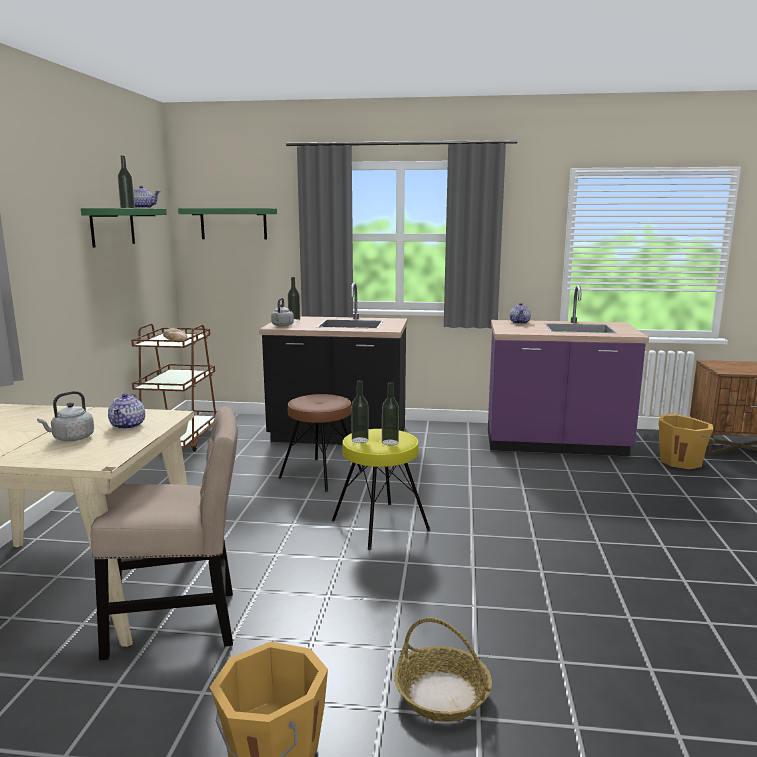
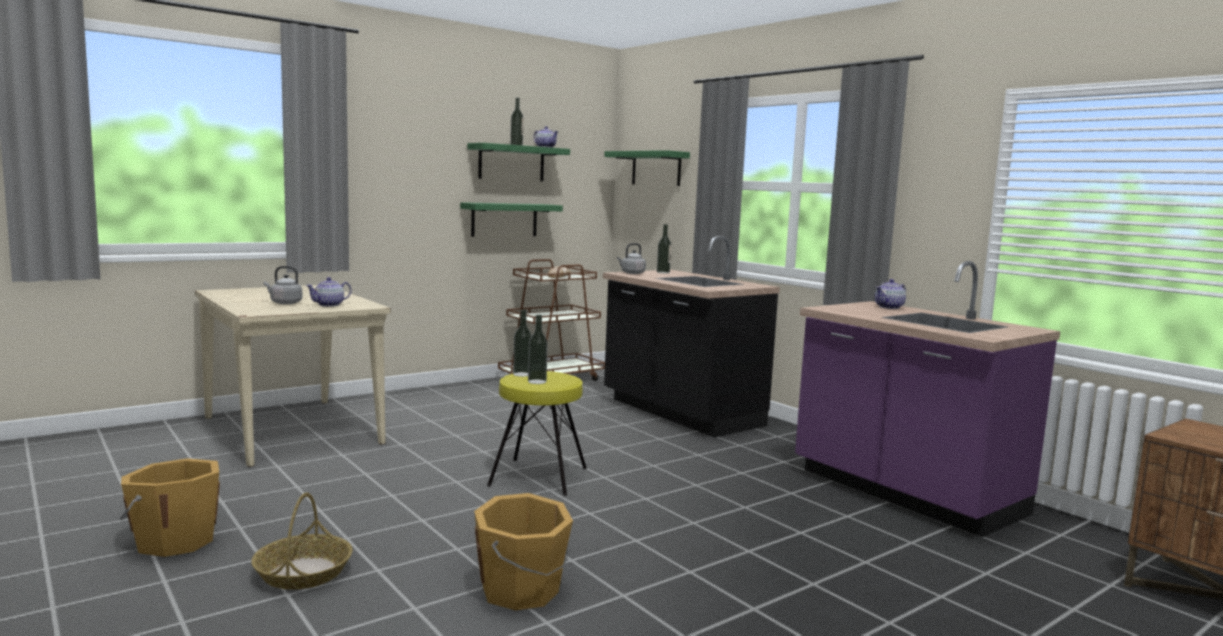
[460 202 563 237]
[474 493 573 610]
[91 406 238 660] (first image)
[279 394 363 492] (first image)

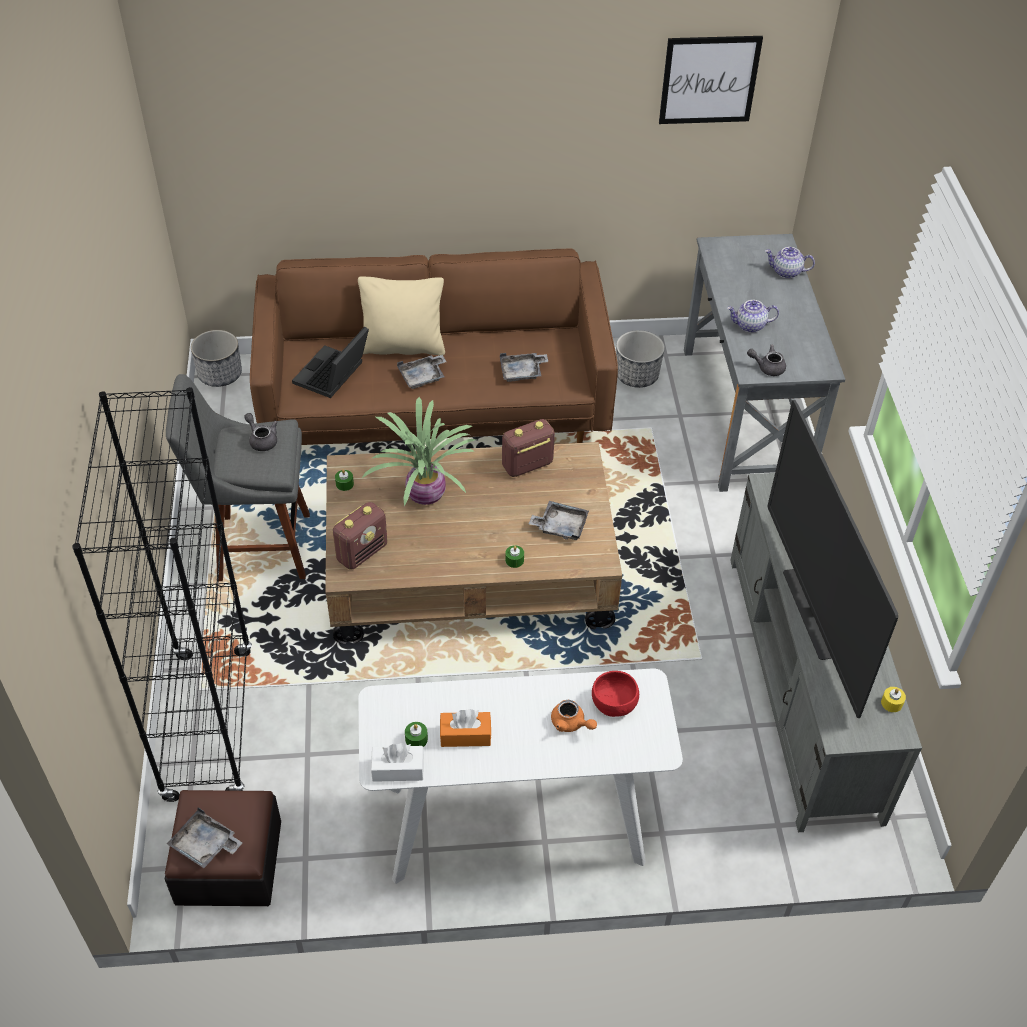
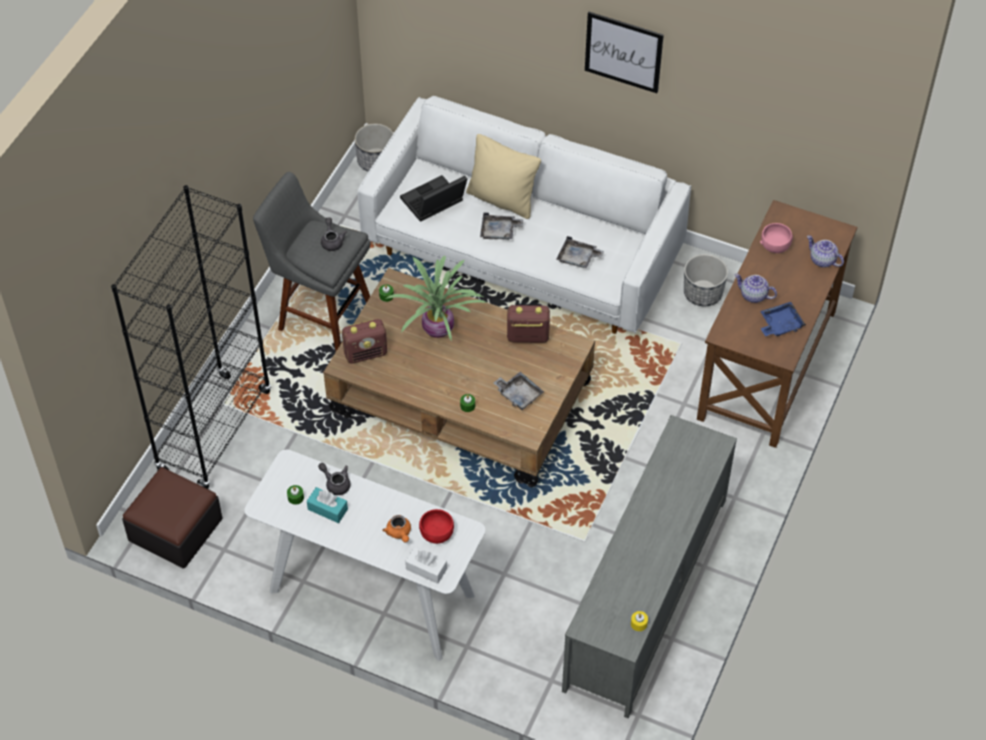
[307 487 348 523]
[318 463 351 495]
[358 96 691 334]
[405 547 447 584]
[585 12 664 93]
[697 200 857 448]
[760 223 793 253]
[760 302 806 336]
[167 808 242 868] (first image)
[767 400 898 718] (first image)

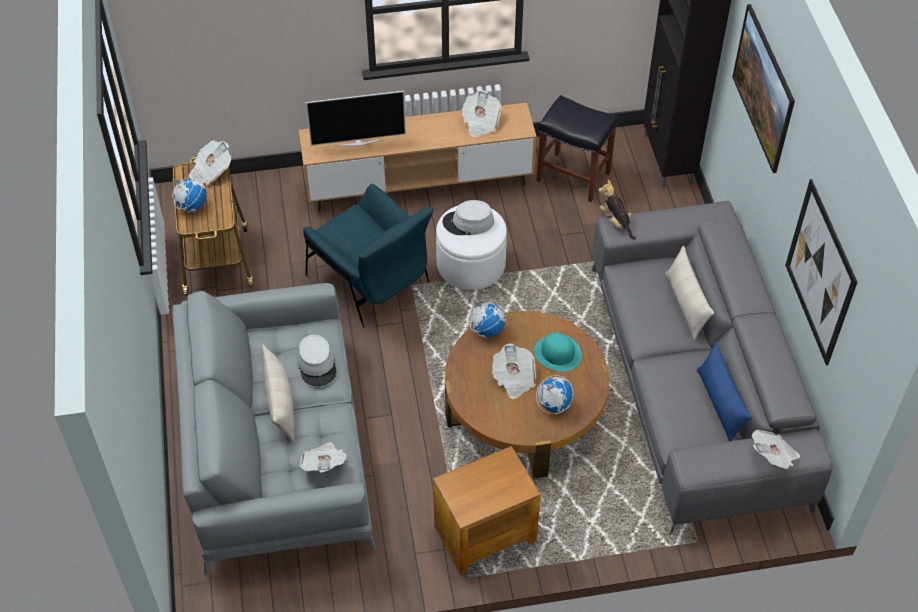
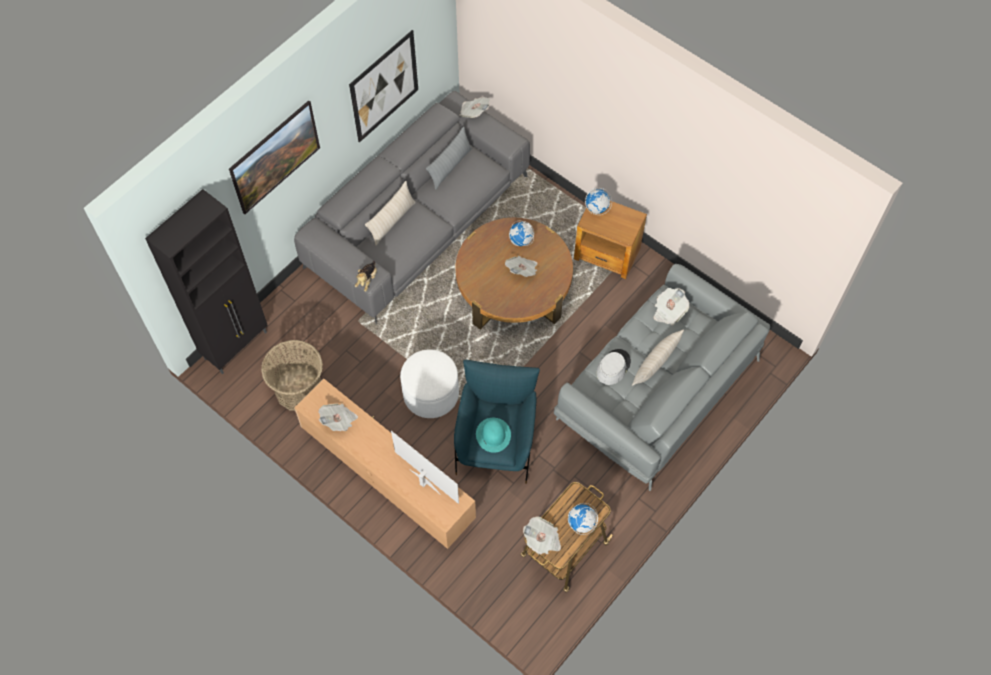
[261 340 323 411]
[426 126 472 190]
[476 418 511 453]
[585 188 612 215]
[442 200 494 235] (first image)

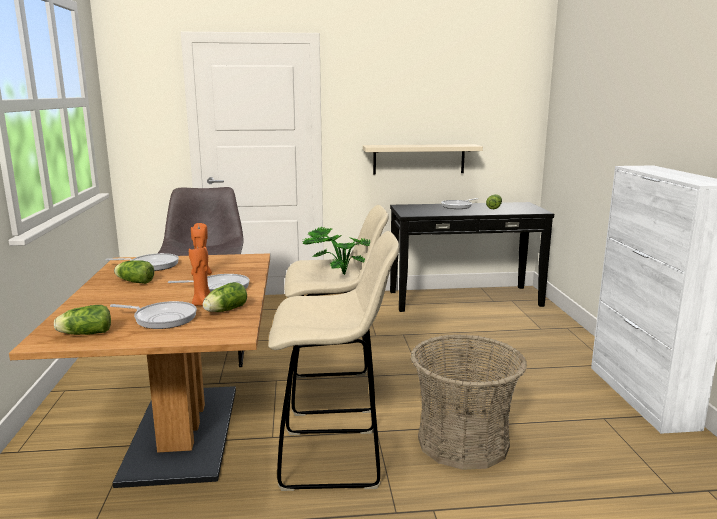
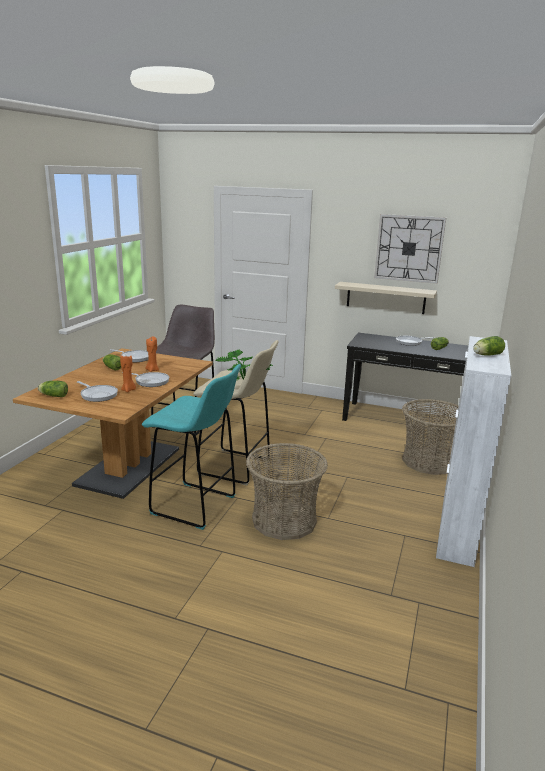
[142 364 241 530]
[374 214 446 284]
[402 399 459 475]
[473 336 505 356]

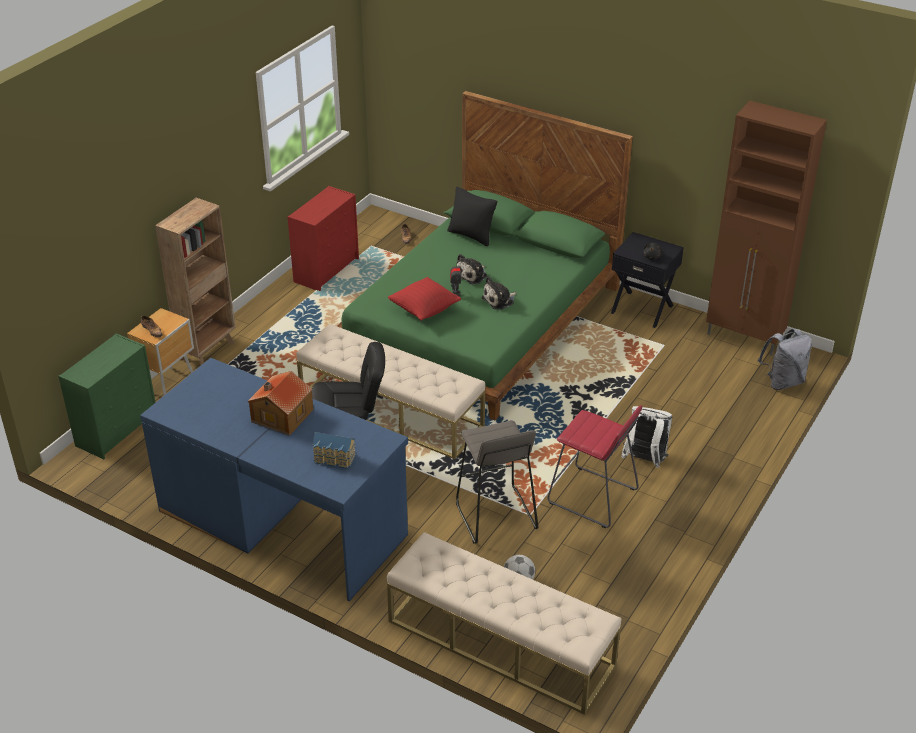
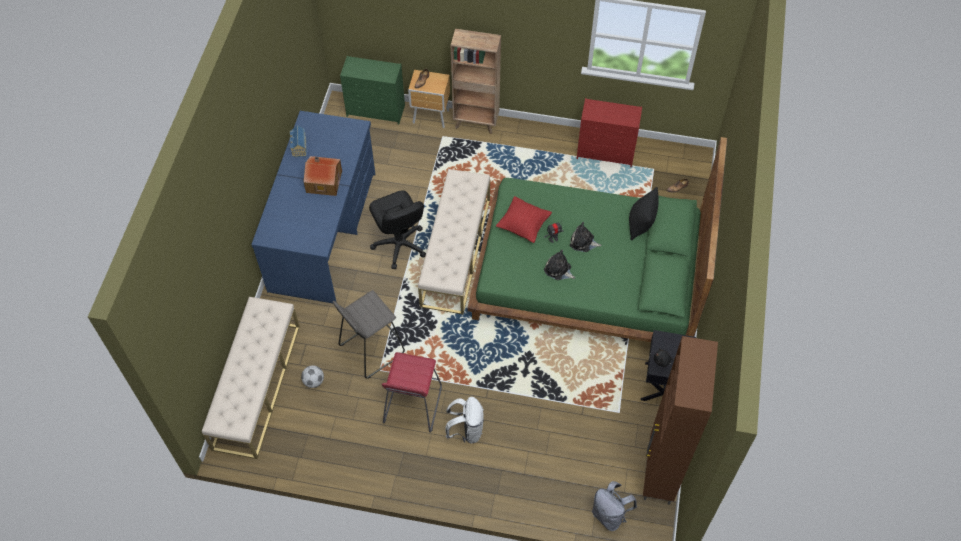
[290 125 307 157]

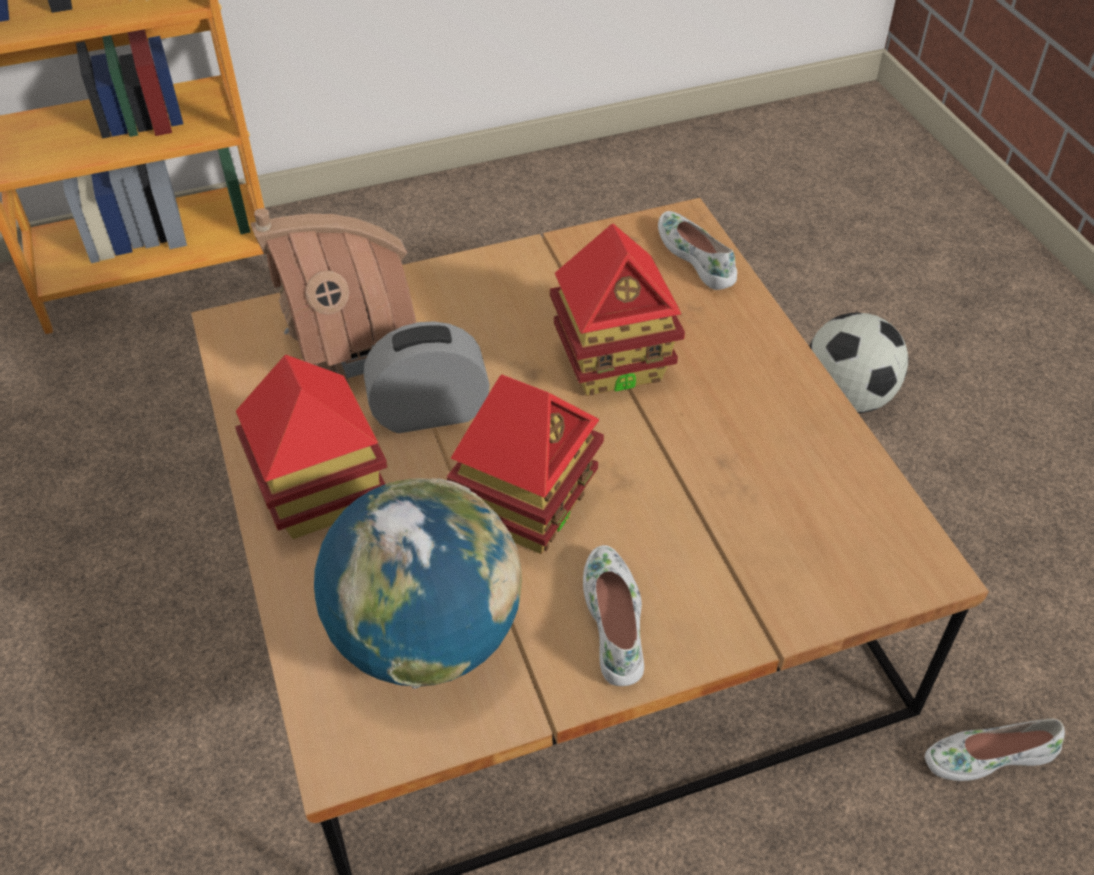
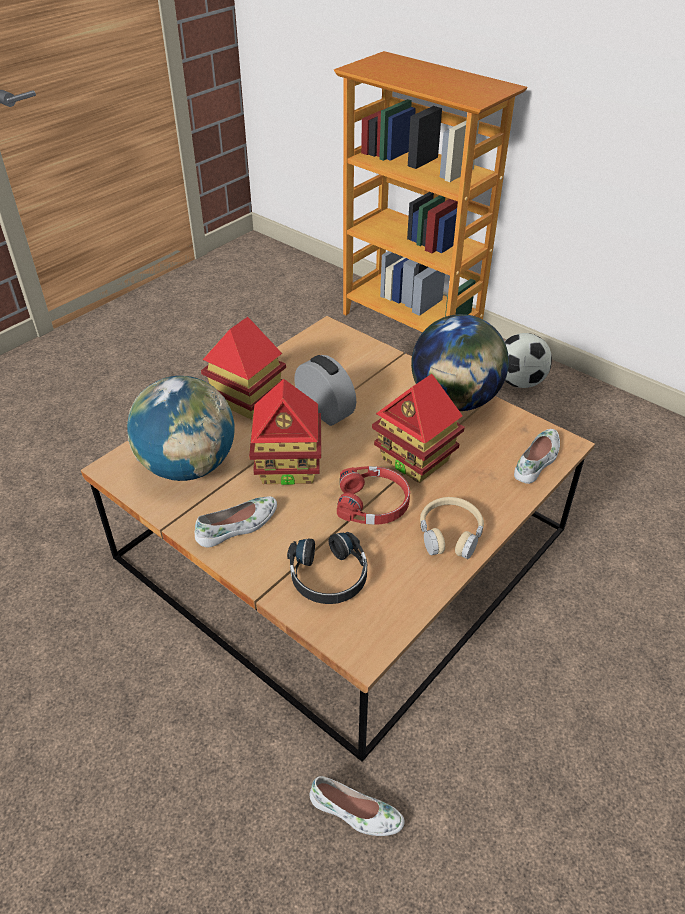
[287 532 367 604]
[310 776 405 836]
[337 466 410 525]
[411 314 509 411]
[420 497 484 559]
[504 333 552 388]
[250 208 416 383] (first image)

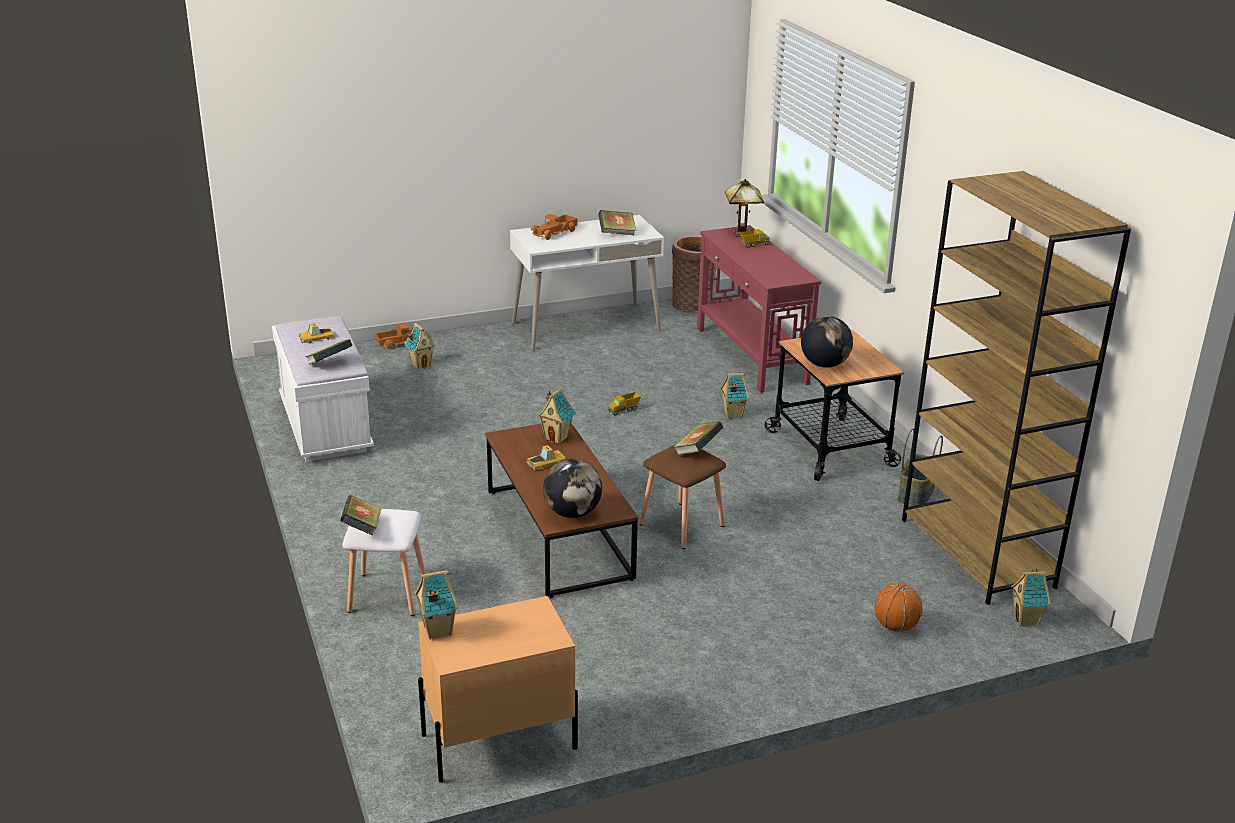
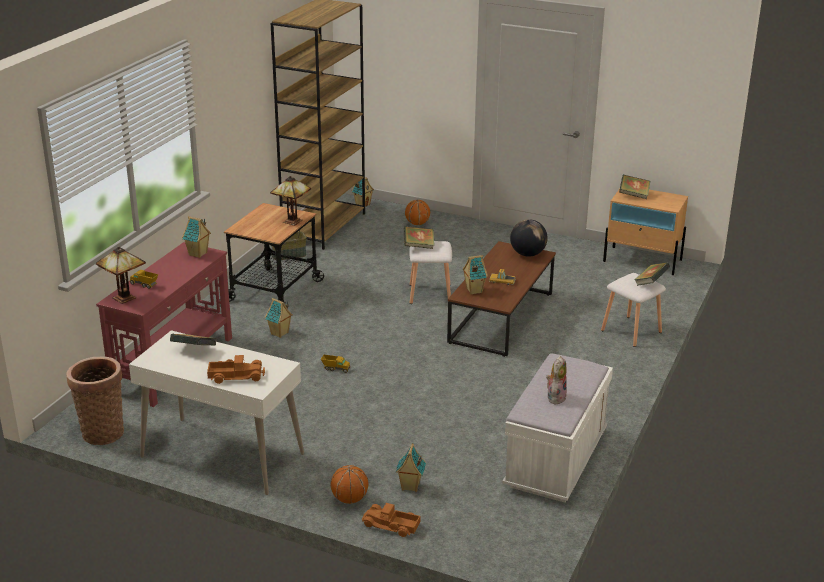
[182 216 211 258]
[270 176 311 226]
[331 465 368 504]
[409 241 452 304]
[546 356 567 404]
[619 175 650 199]

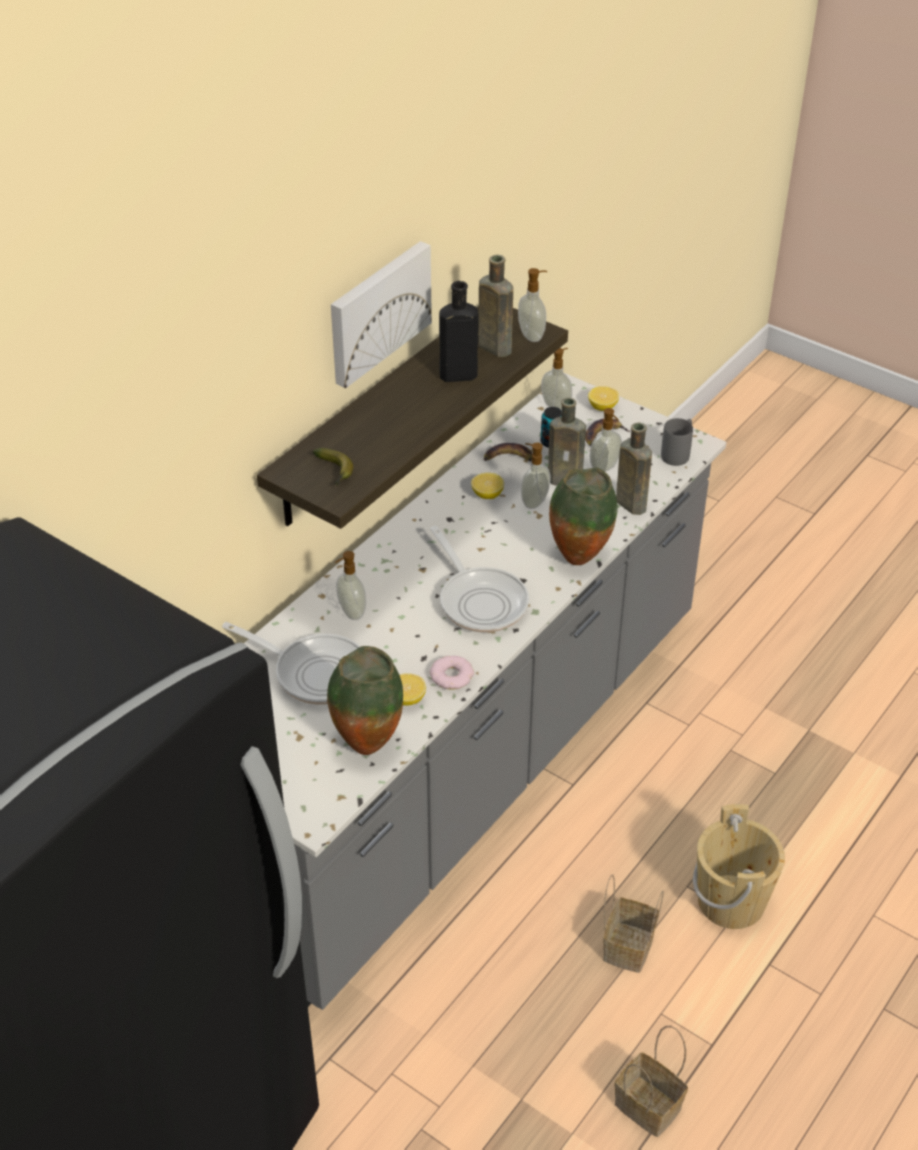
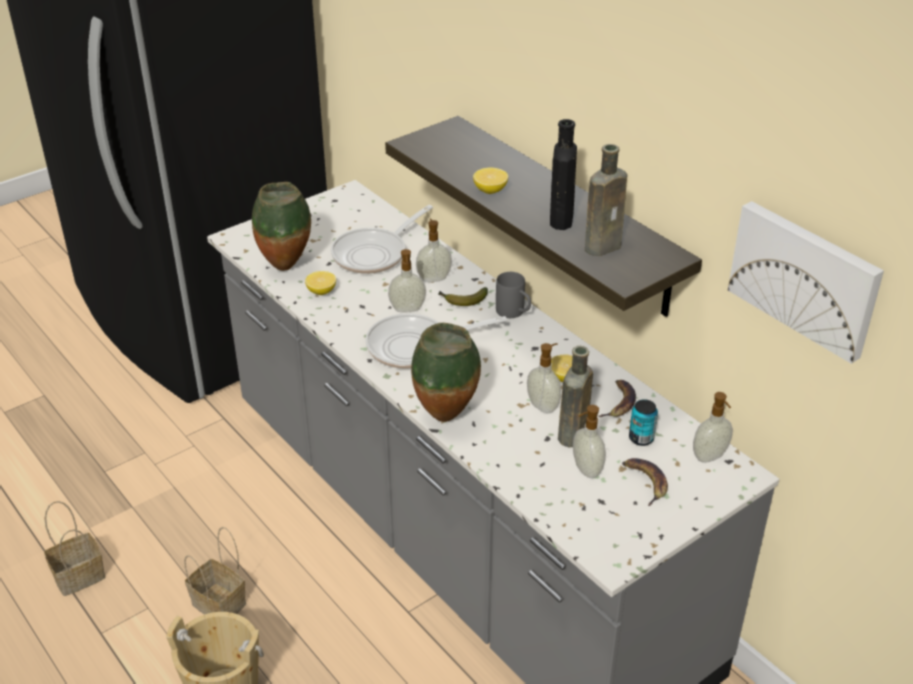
[388 249 426 313]
[438 287 488 306]
[473 168 508 194]
[496 272 531 318]
[728 201 884 364]
[430 656 474 690] (first image)
[616 423 652 515] (first image)

